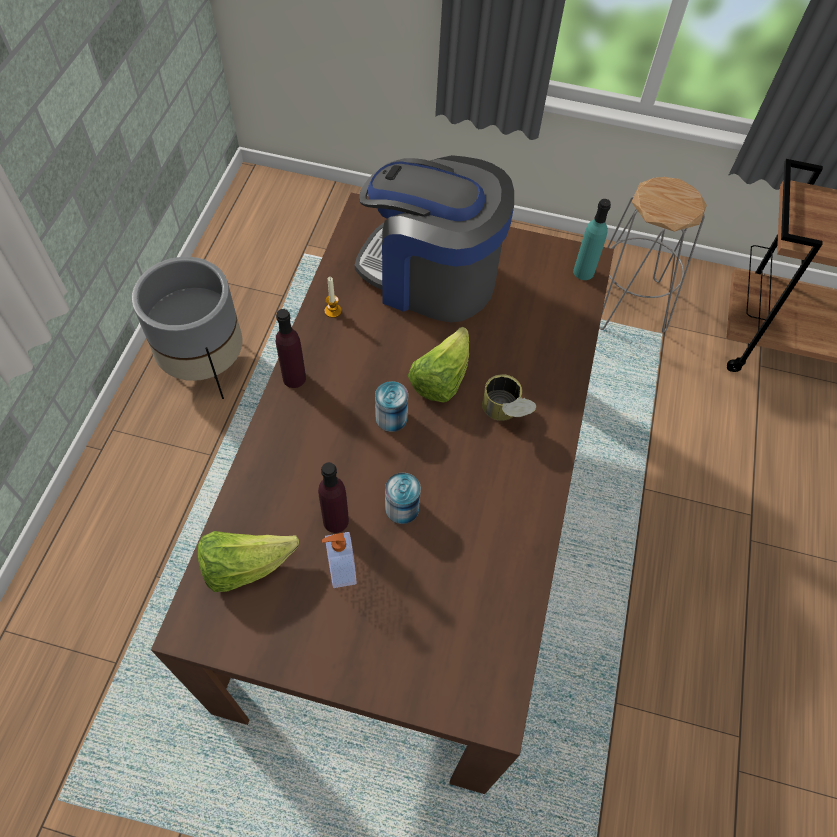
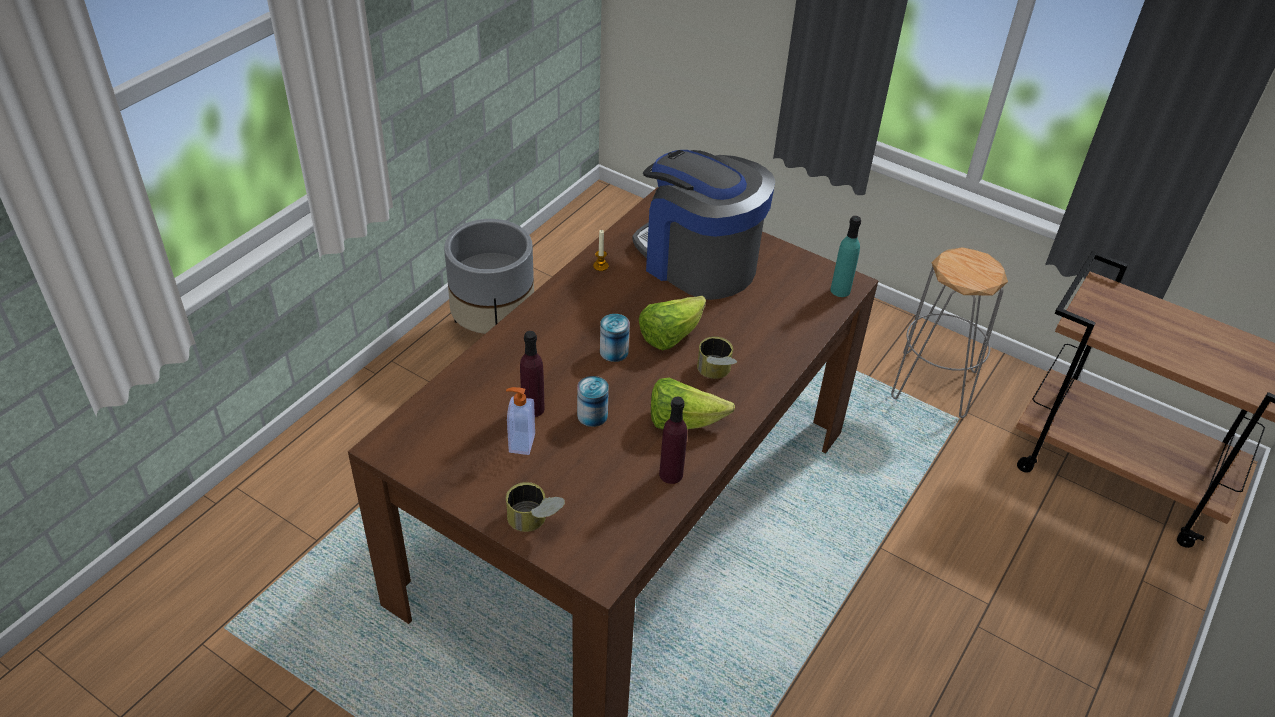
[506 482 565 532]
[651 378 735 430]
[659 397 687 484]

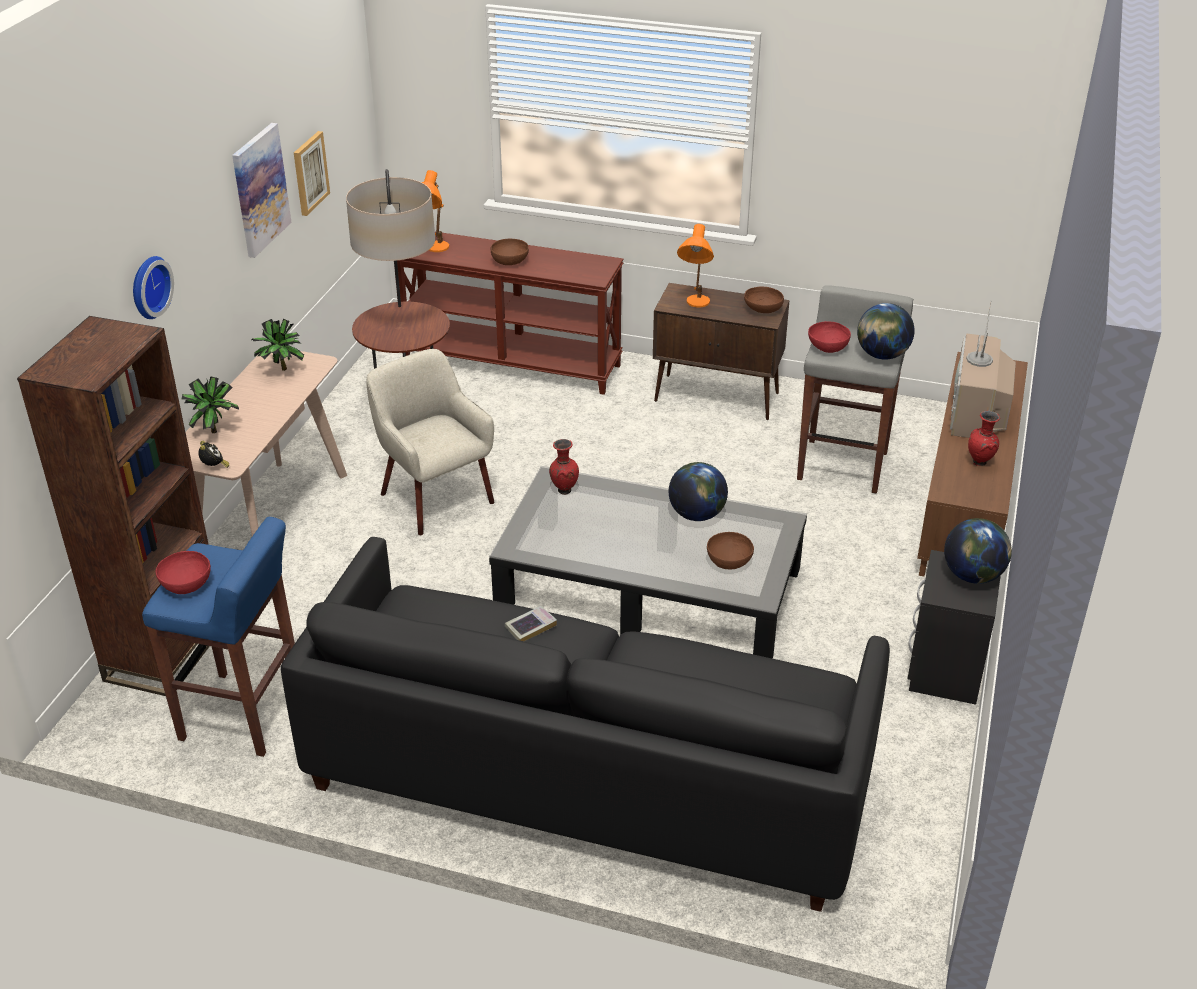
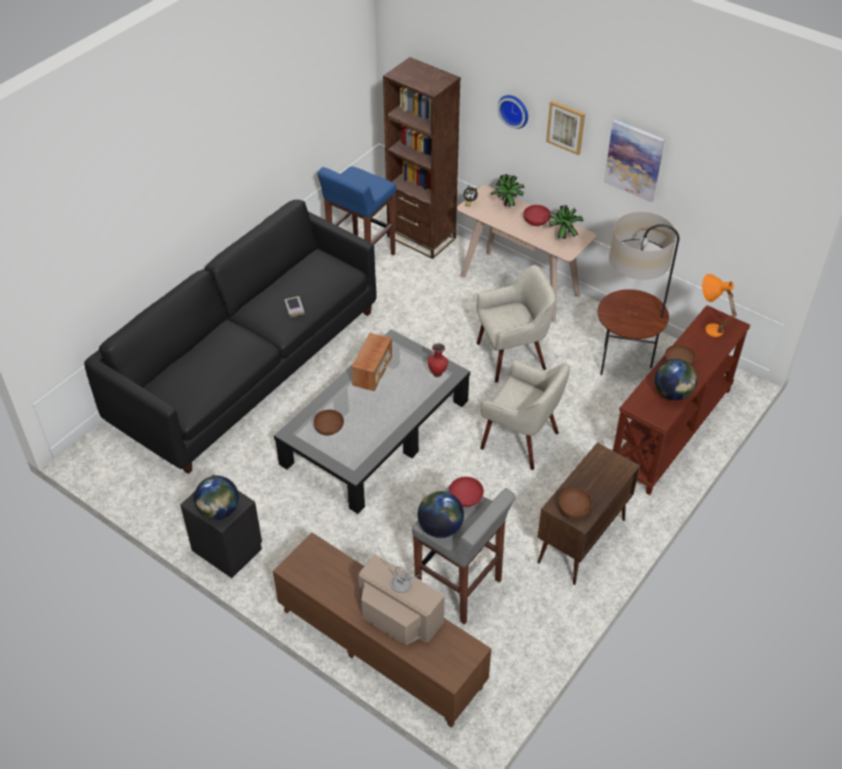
[351 333 392 391]
[480 360 570 470]
[523 205 551 226]
[546 101 585 155]
[655 359 697 400]
[677 224 714 308] (first image)
[968 411 1000 466] (first image)

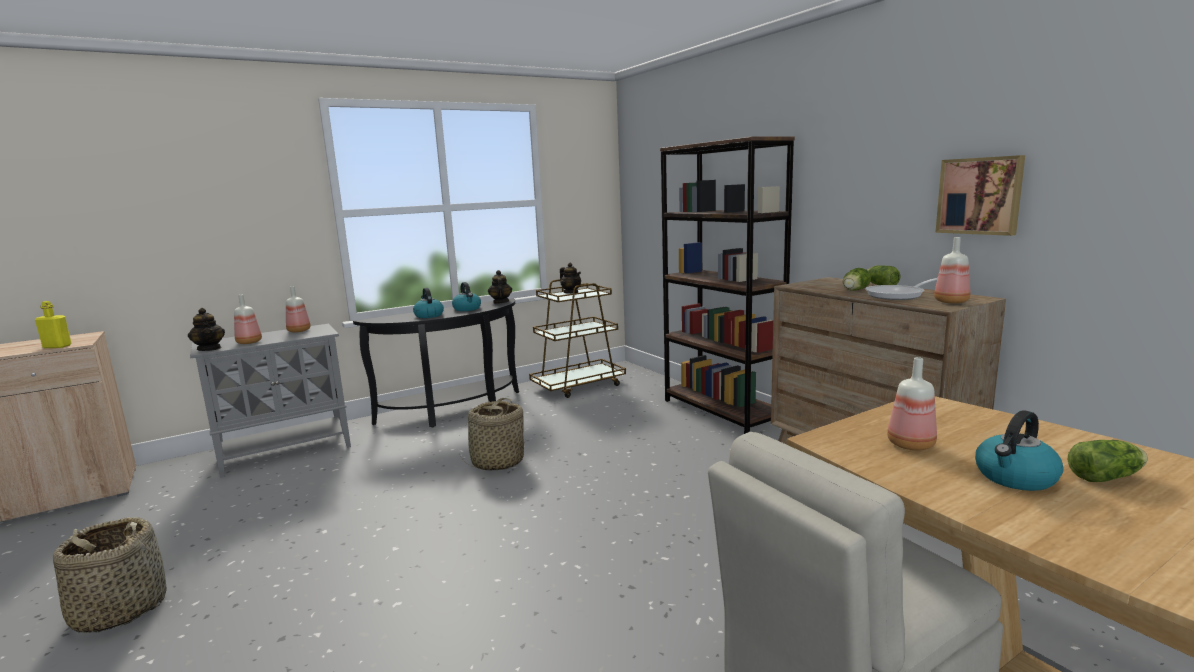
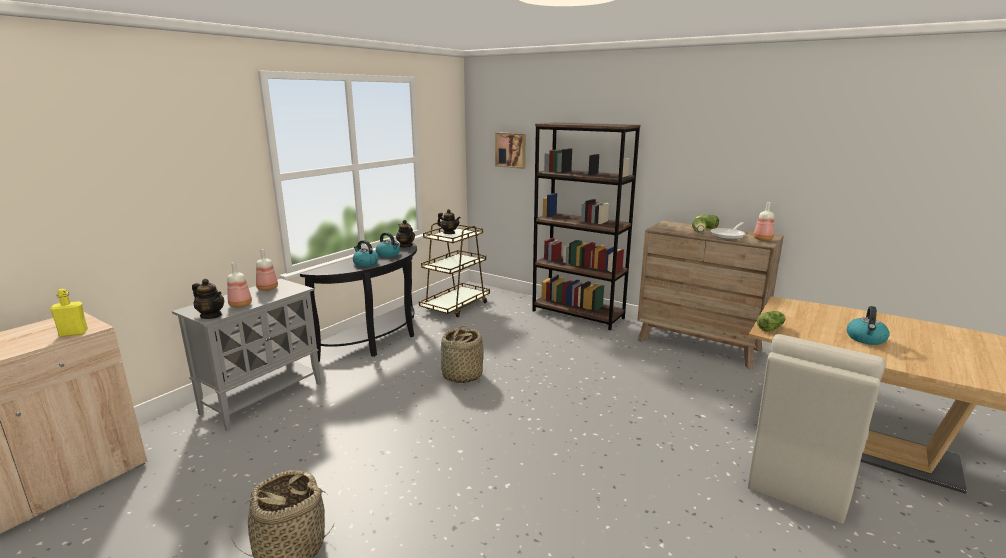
[495 132 526 169]
[757 311 785 332]
[887 357 937 450] (first image)

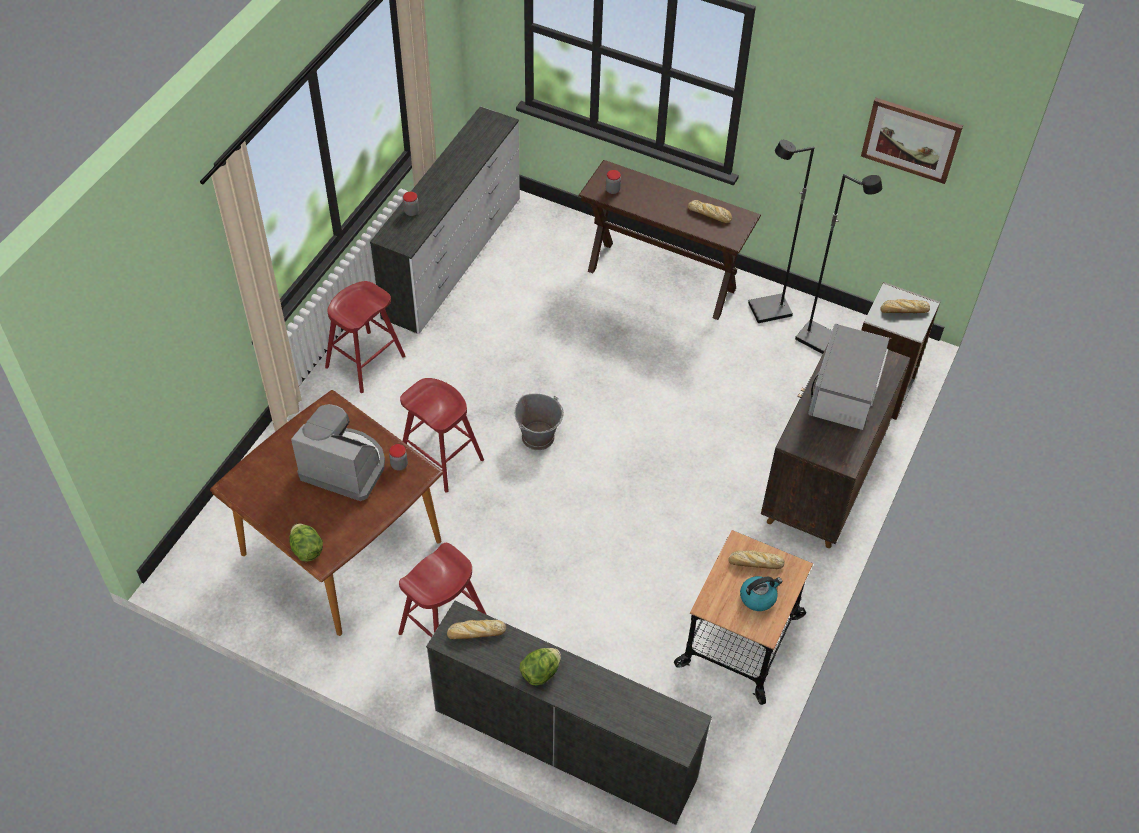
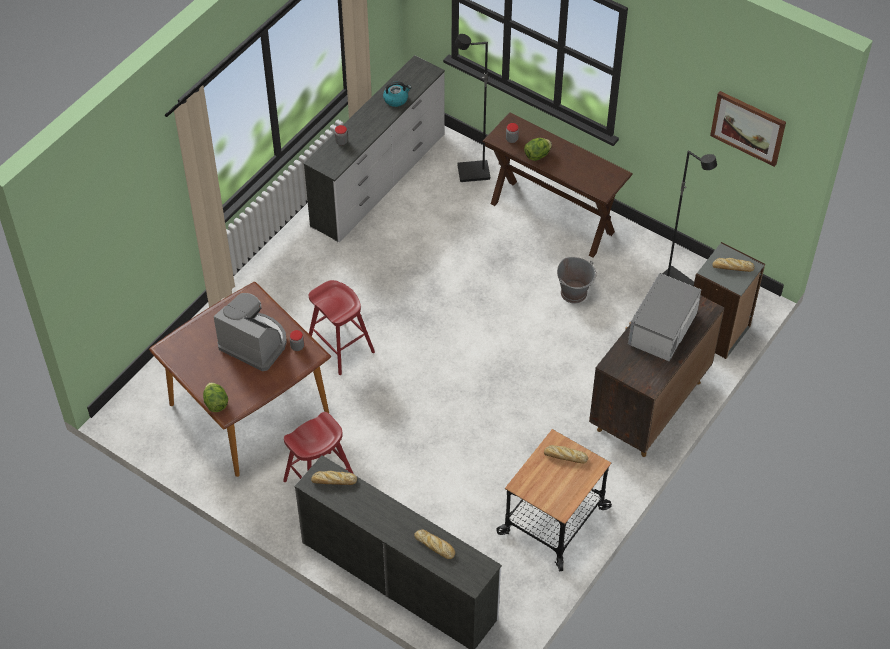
[383 81 412 107]
[414 529 455 559]
[455 34 490 182]
[524 138 552 161]
[557 257 597 303]
[325 281 405 393] (first image)

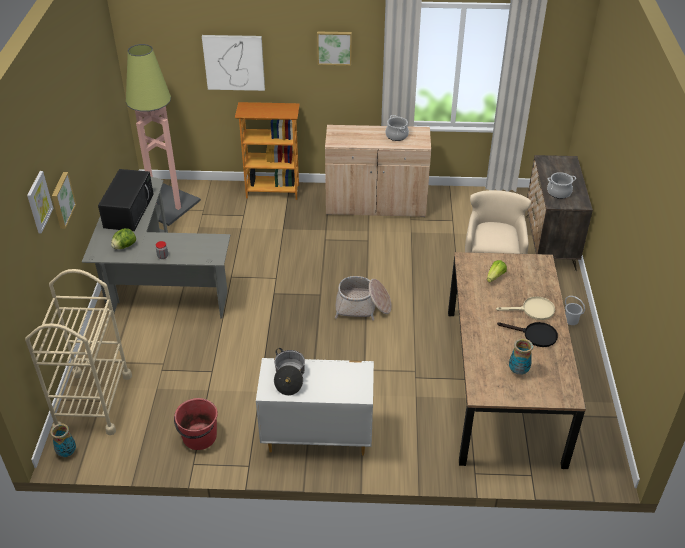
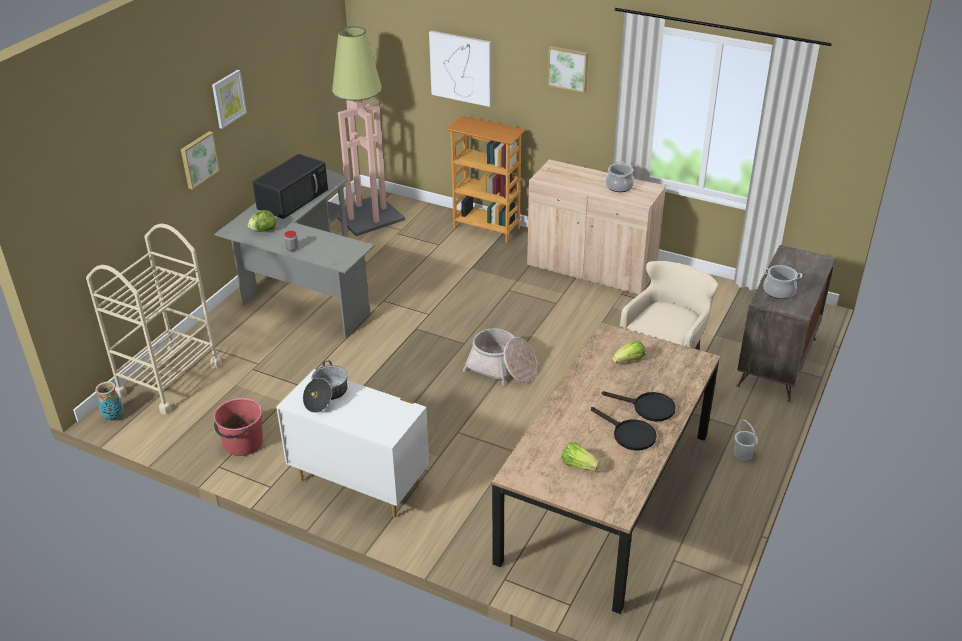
[212 70 247 129]
[562 442 600 470]
[602 391 676 421]

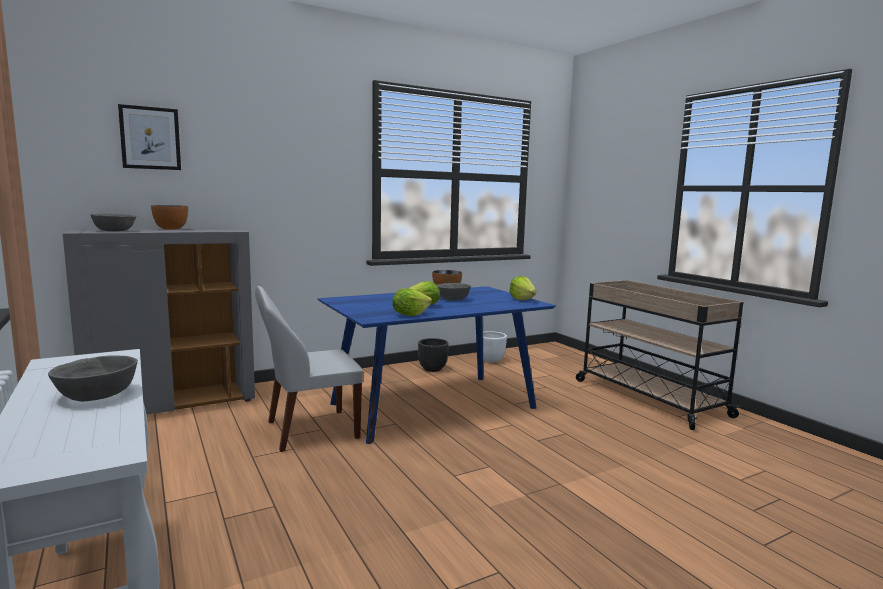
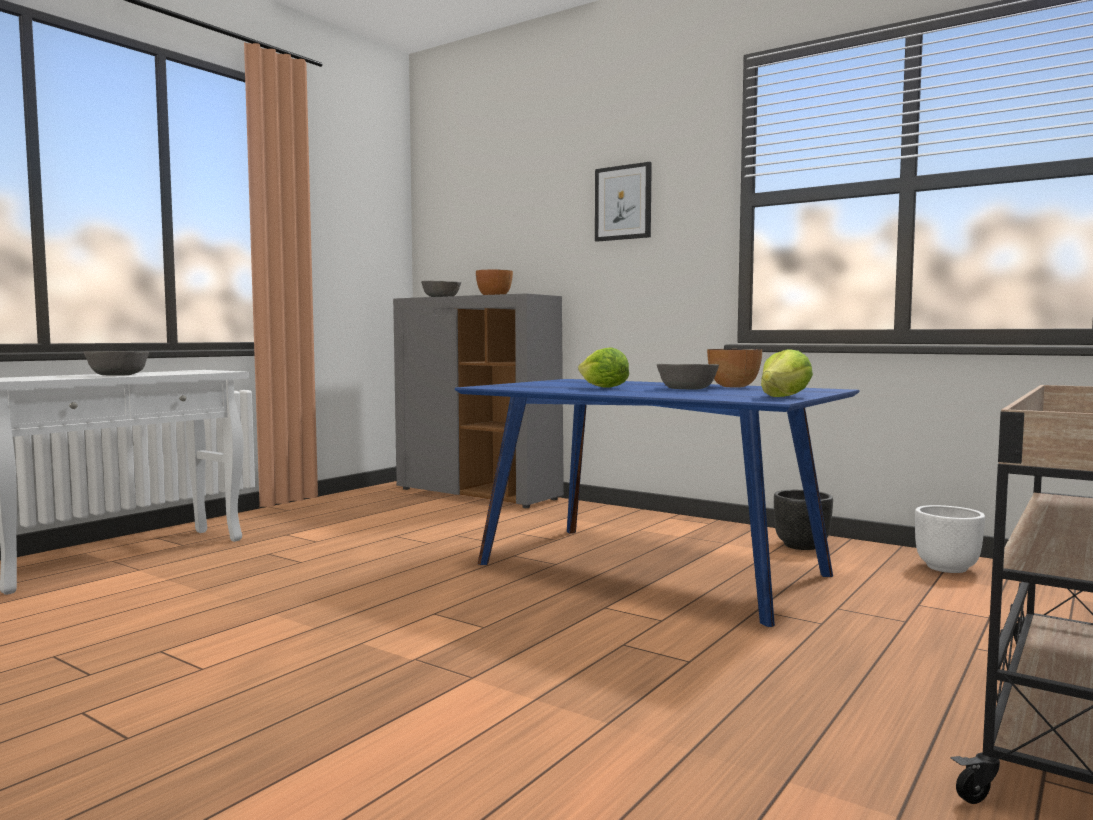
[595 162 652 242]
[255 286 363 452] (first image)
[392 288 432 316] (first image)

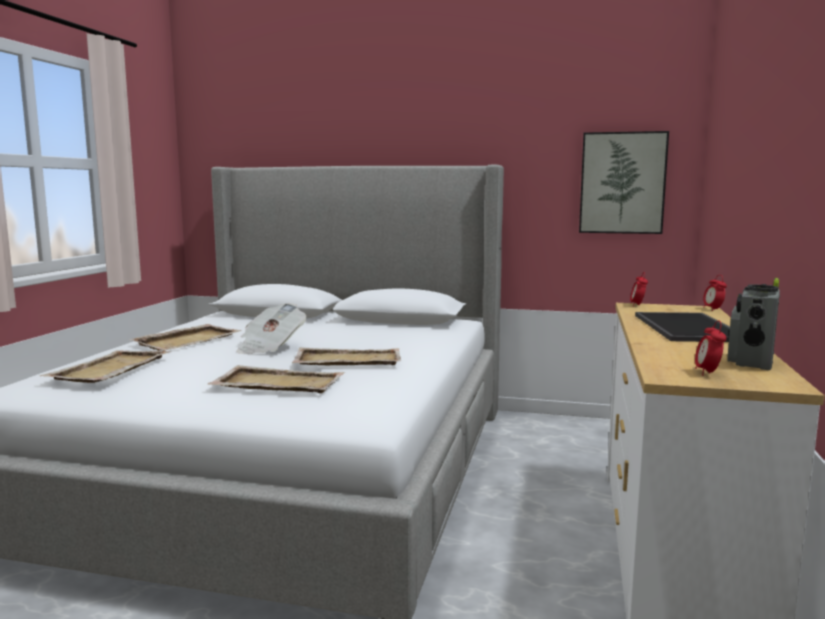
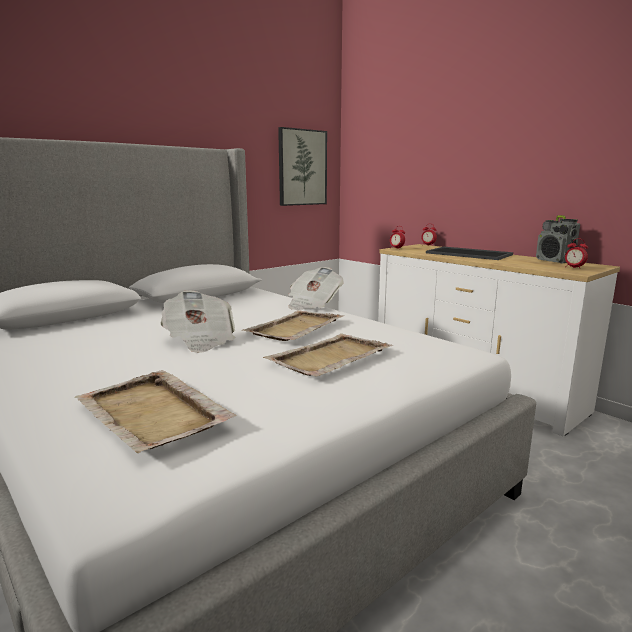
[288 267 344 310]
[129 324 241 351] (first image)

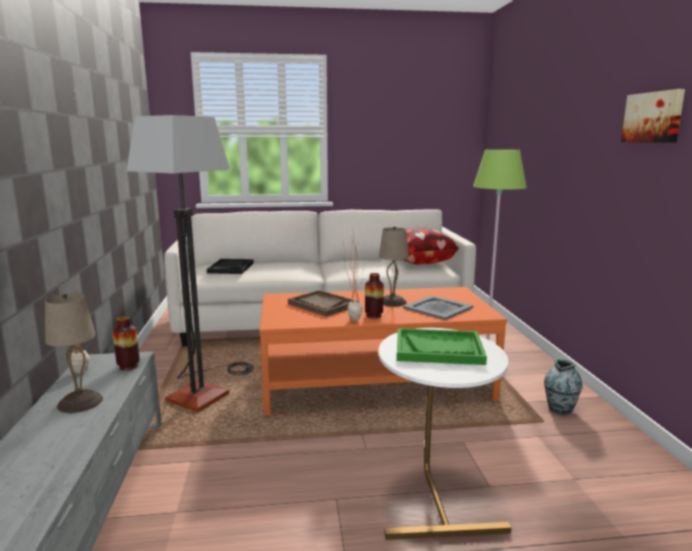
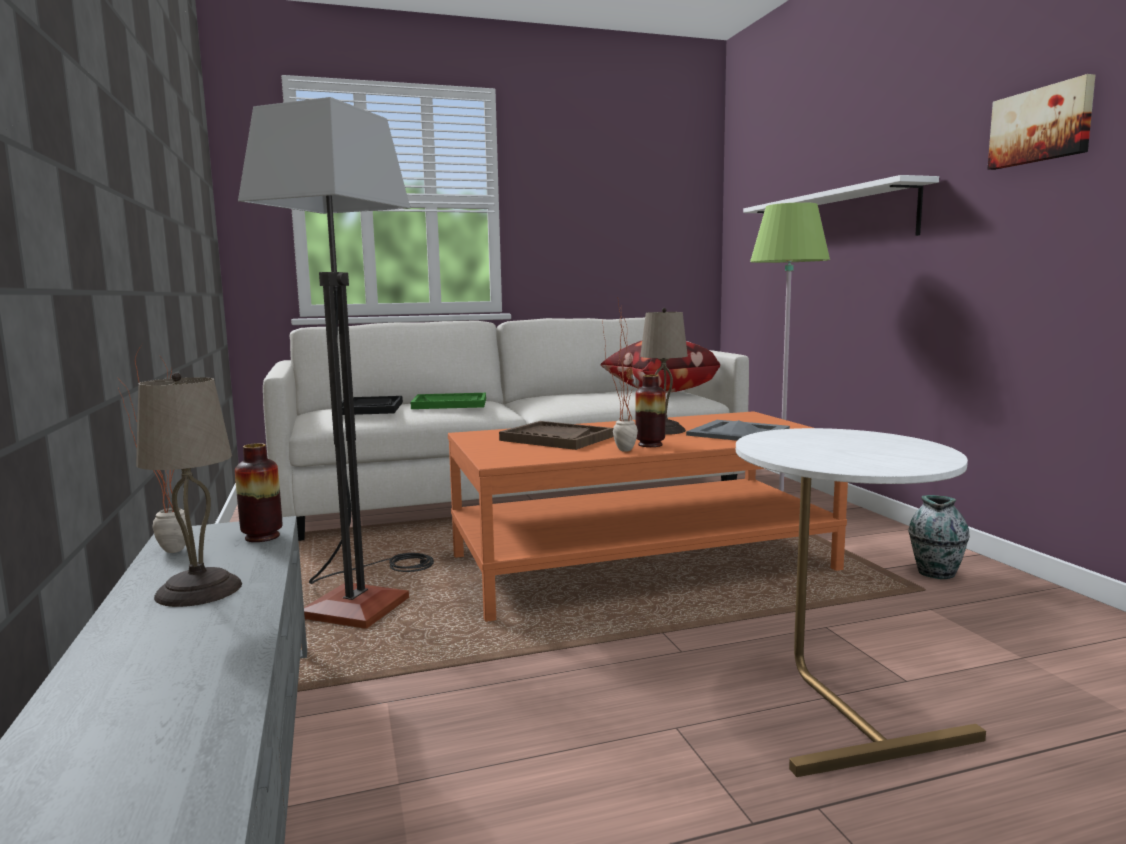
[411 393 486 409]
[743 175 939 236]

